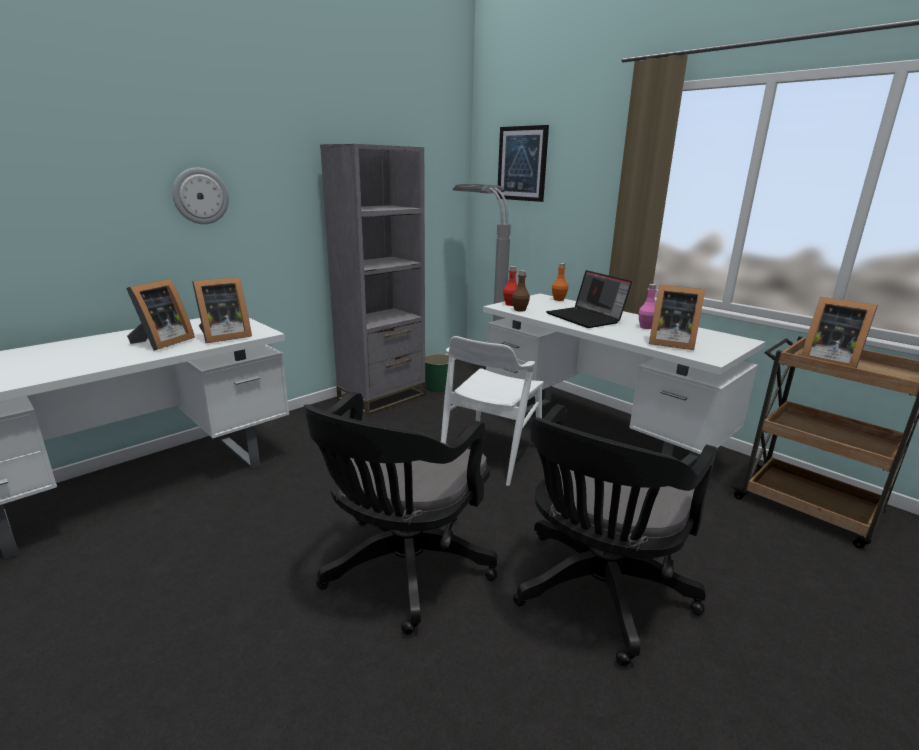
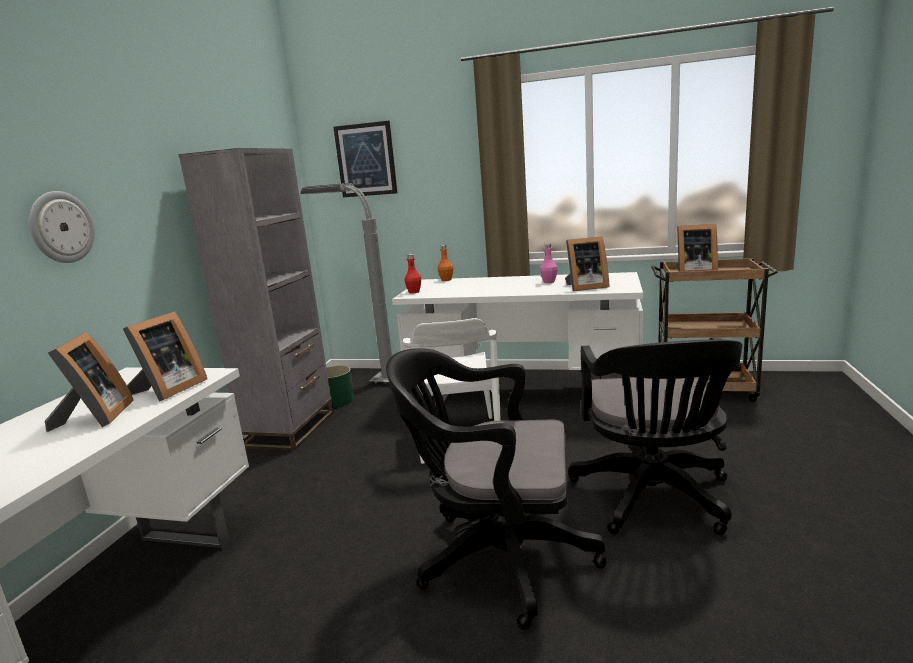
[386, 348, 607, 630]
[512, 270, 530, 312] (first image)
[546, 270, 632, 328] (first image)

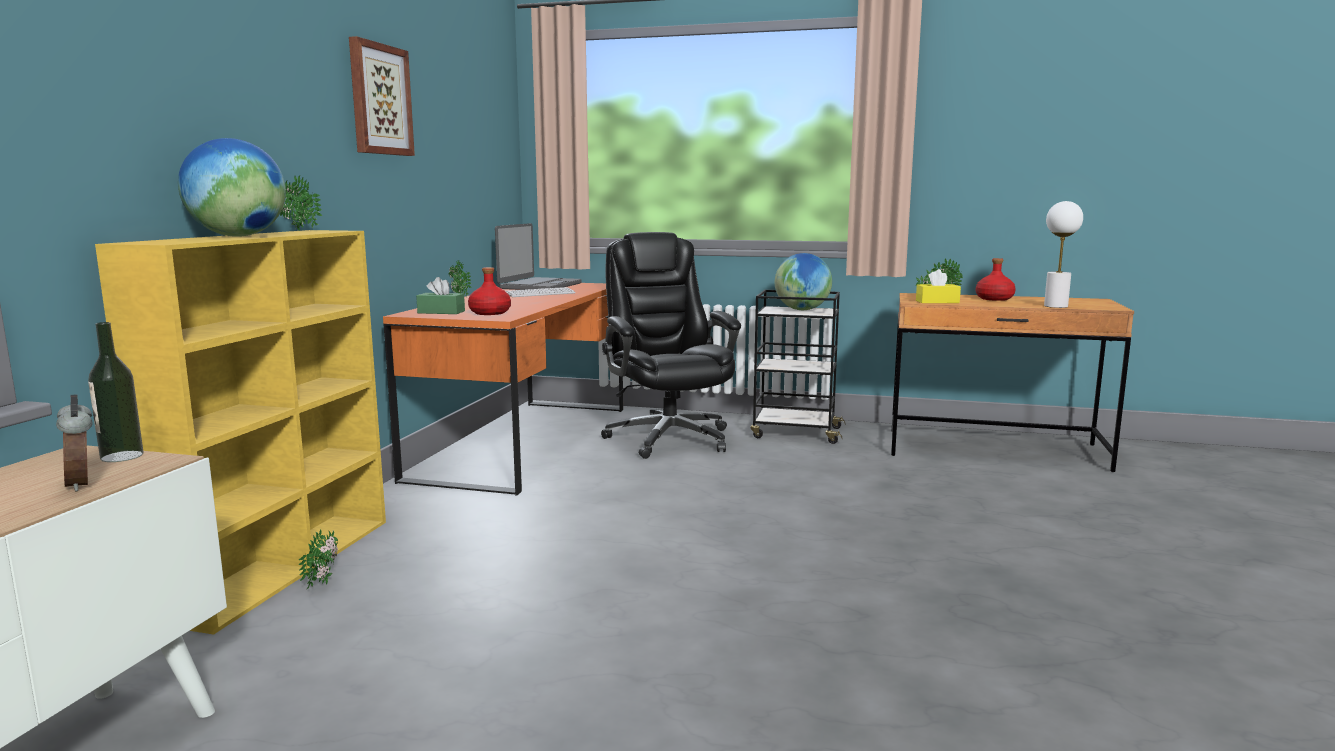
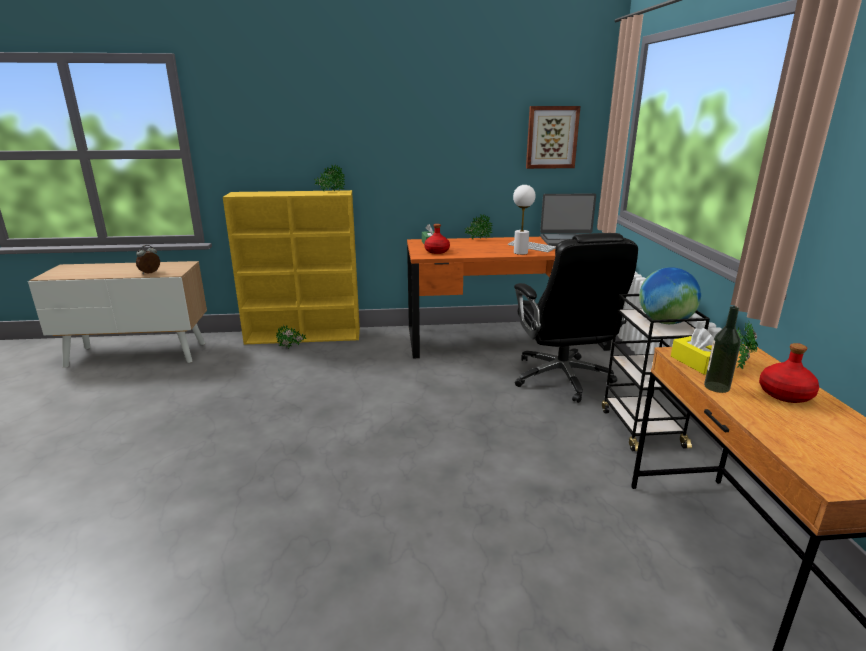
[513, 185, 536, 255]
[514, 233, 638, 403]
[526, 106, 581, 169]
[704, 306, 741, 393]
[178, 138, 286, 237] (first image)

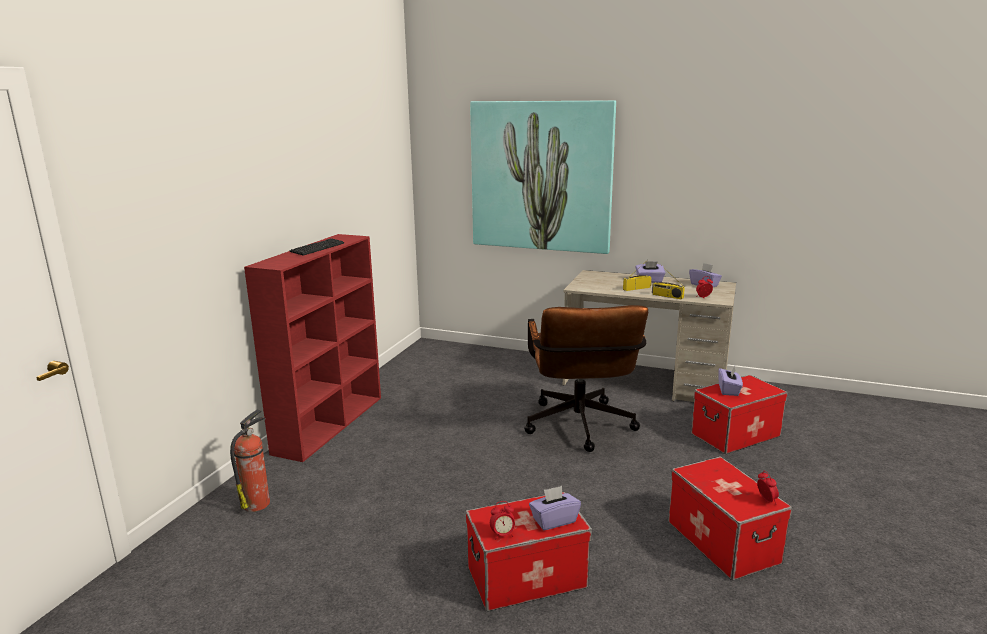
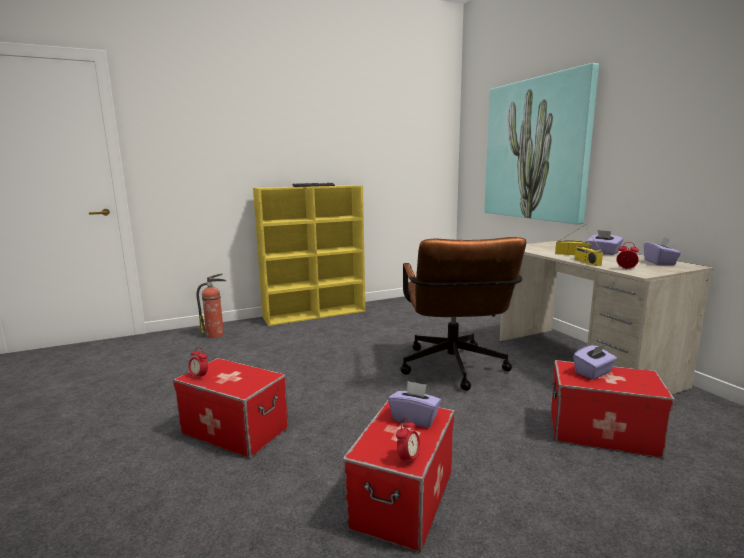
[253, 185, 365, 326]
[388, 381, 441, 427]
[400, 237, 526, 391]

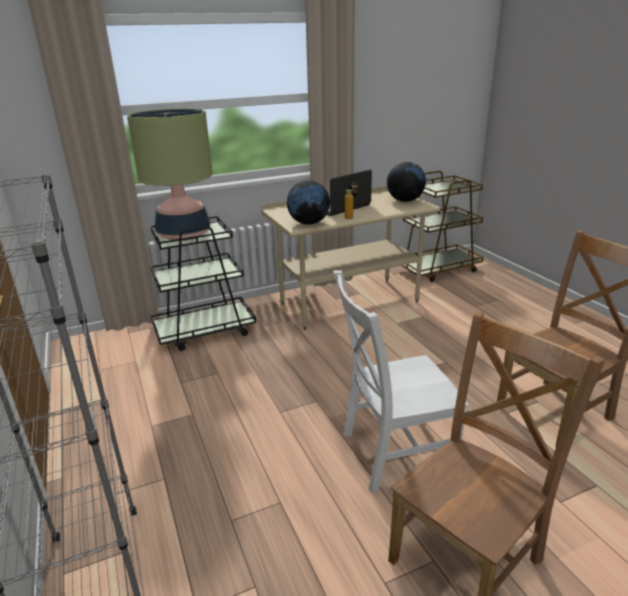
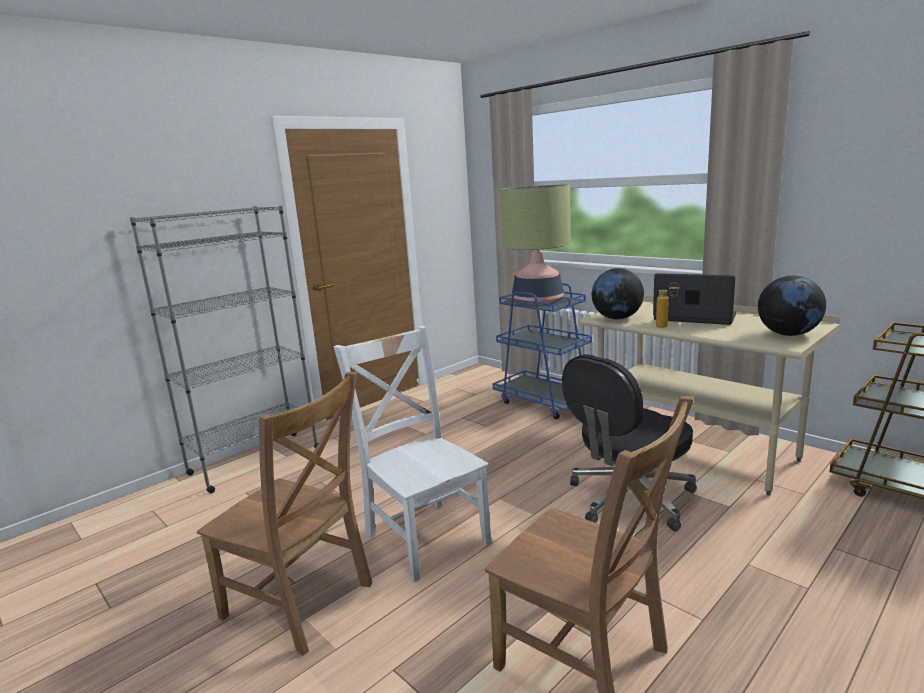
[493, 283, 592, 419]
[562, 354, 697, 531]

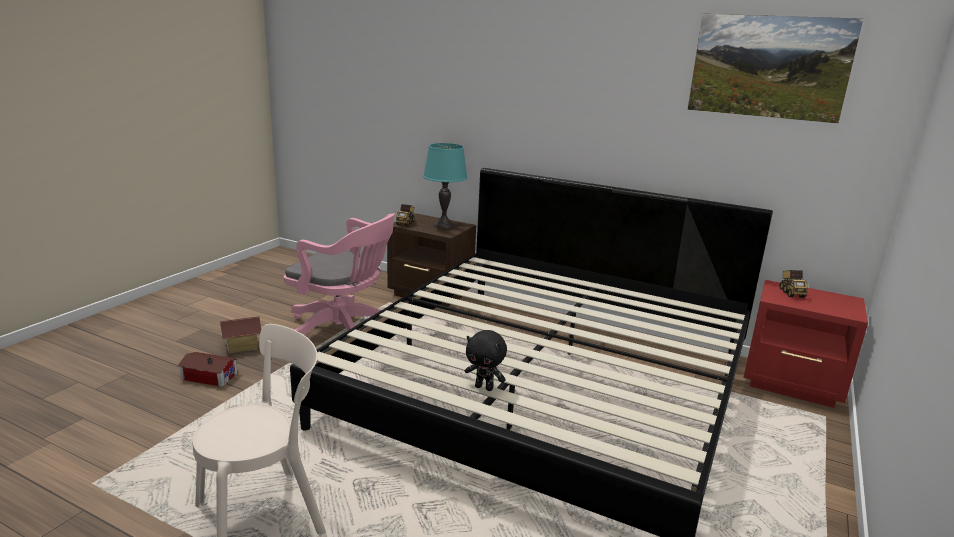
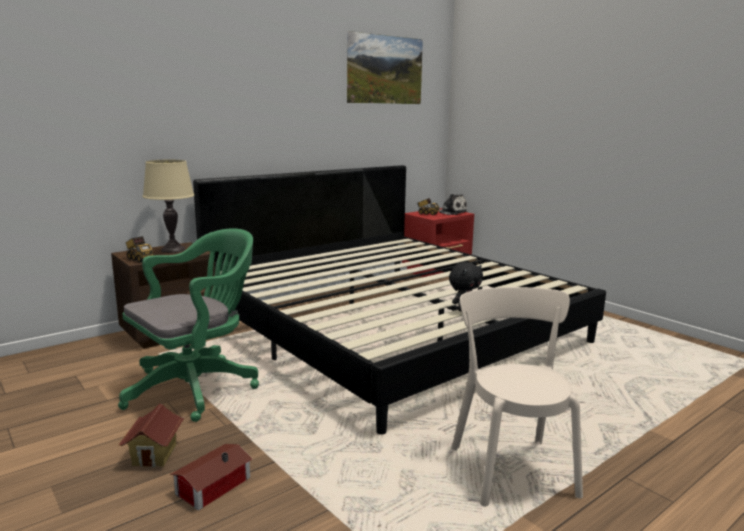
[118, 228, 259, 422]
[142, 160, 195, 253]
[439, 194, 467, 215]

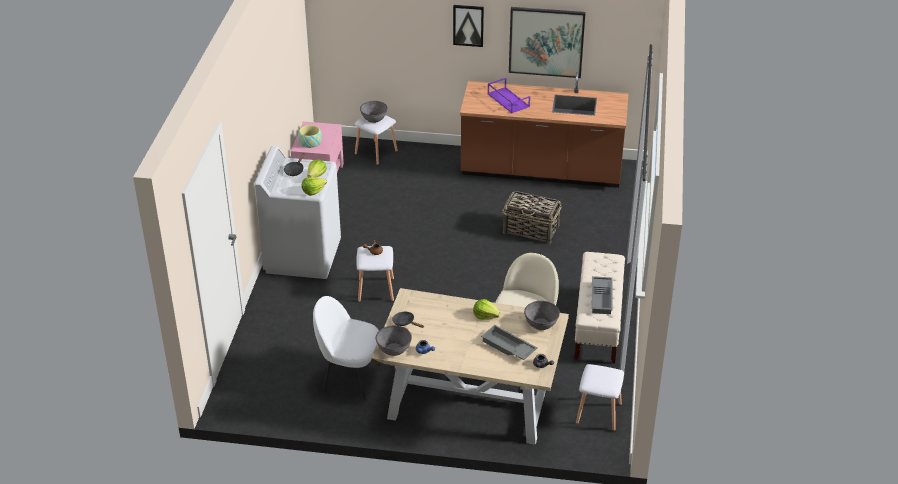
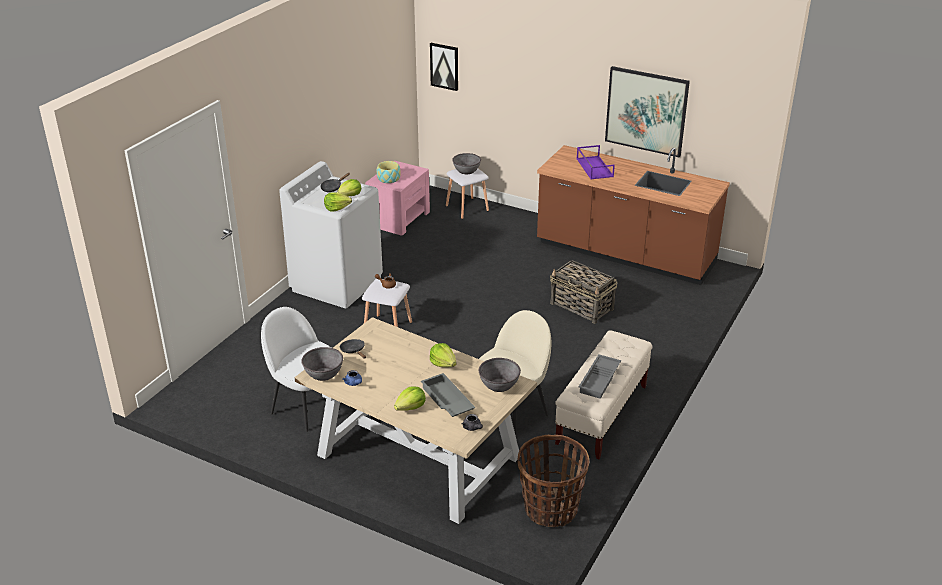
[394, 386, 426, 411]
[430, 43, 458, 91]
[517, 435, 589, 527]

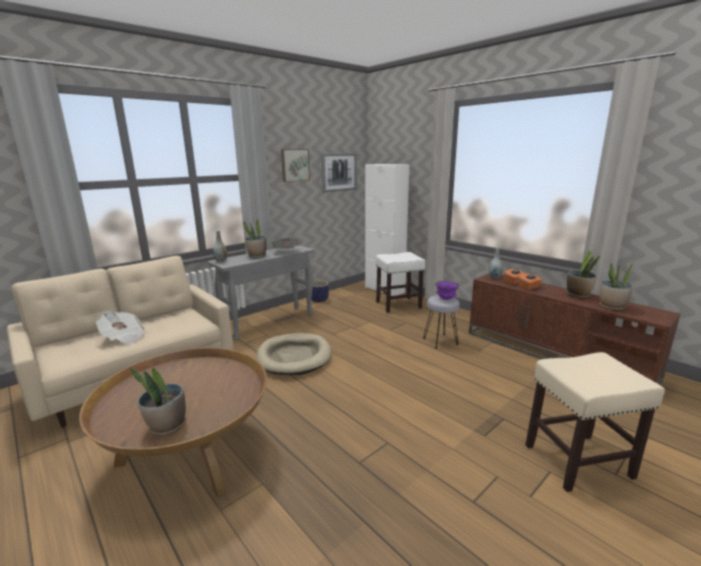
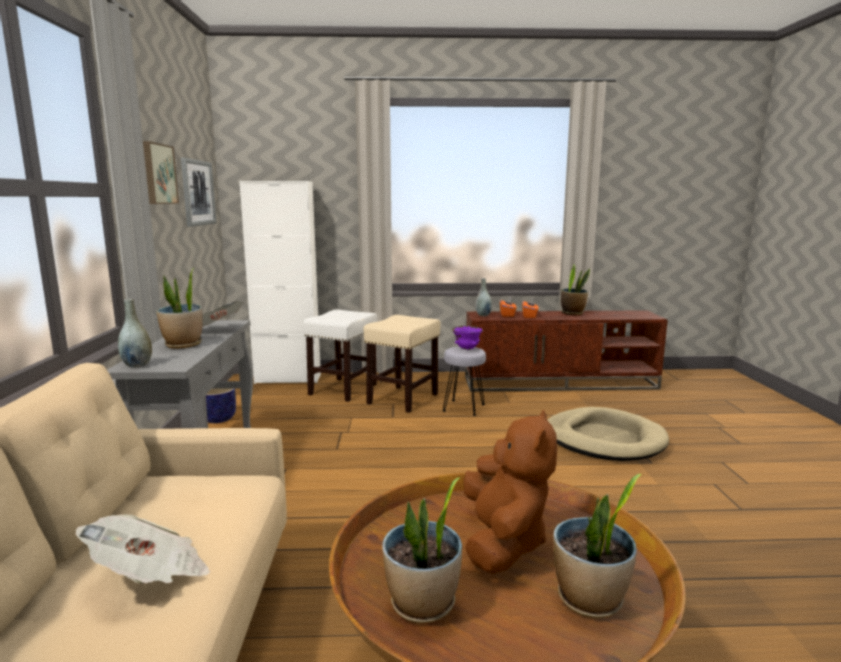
[363, 315, 441, 413]
[382, 477, 462, 624]
[463, 410, 557, 574]
[547, 407, 669, 461]

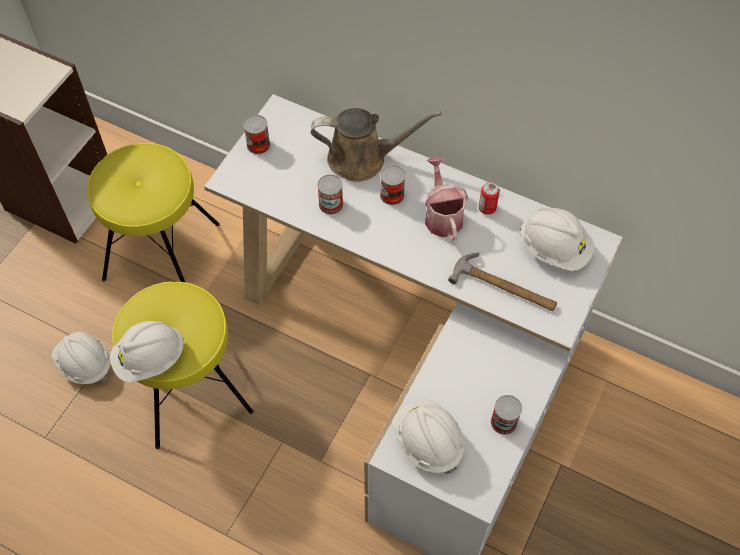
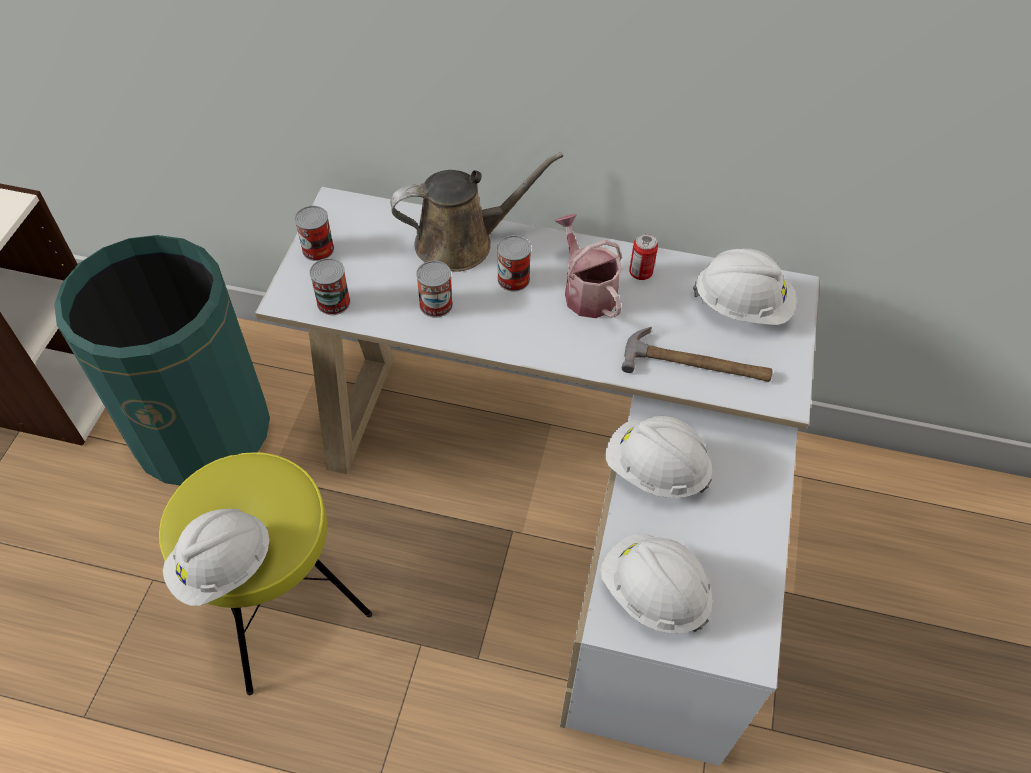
[54, 235, 270, 485]
[309, 258, 351, 315]
[605, 416, 712, 498]

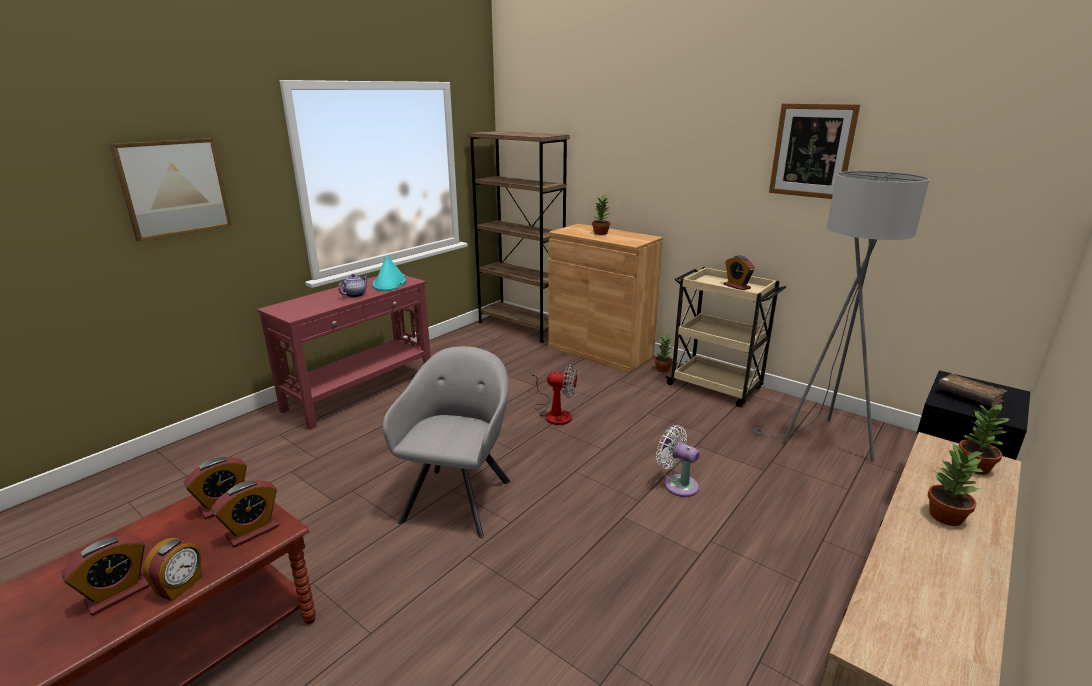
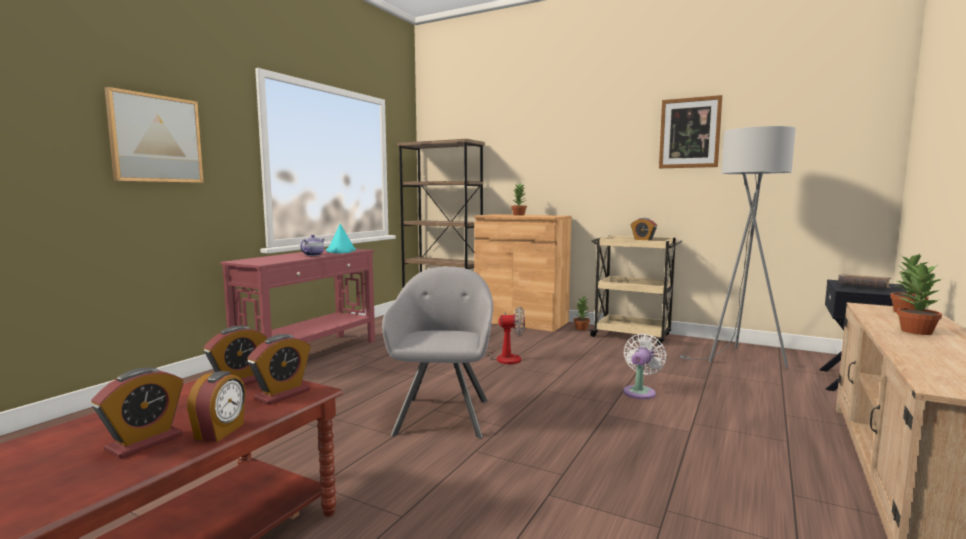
[623, 333, 666, 399]

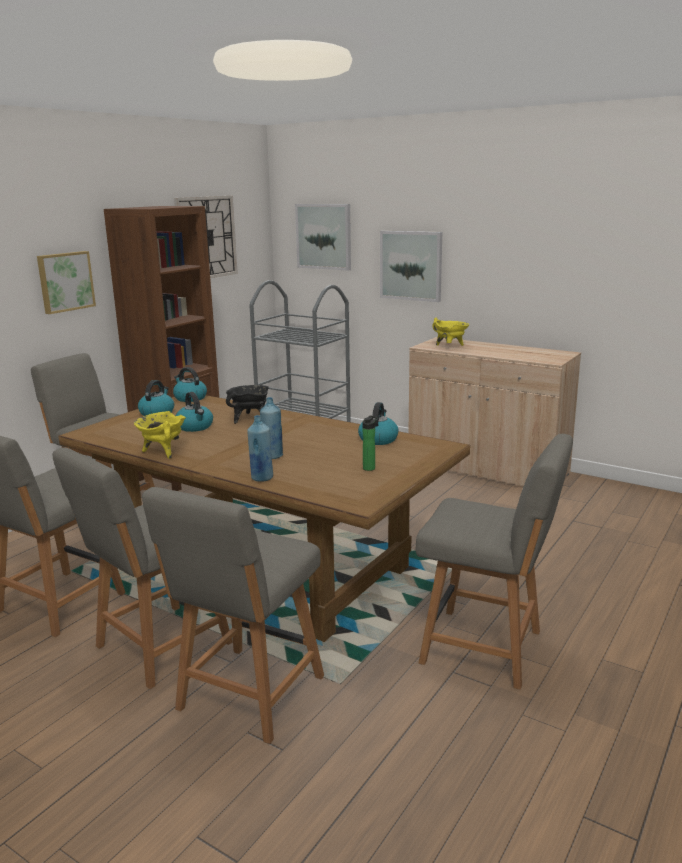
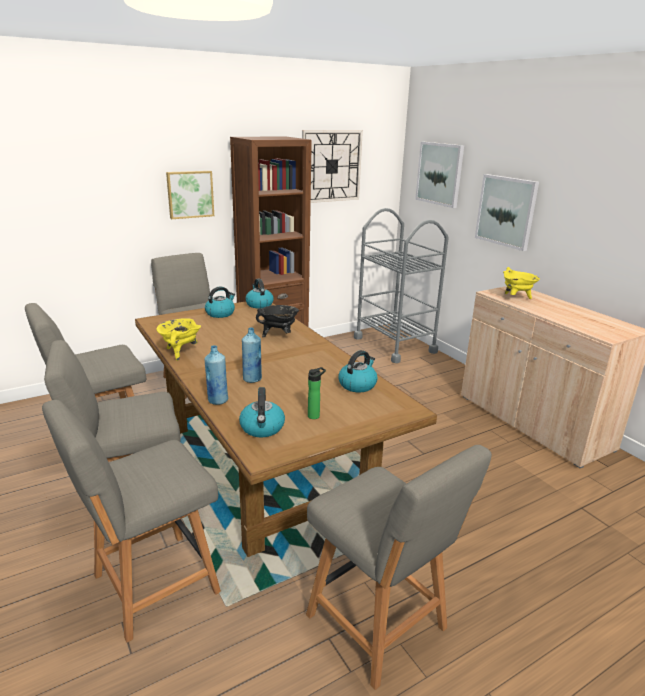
[239, 387, 285, 437]

